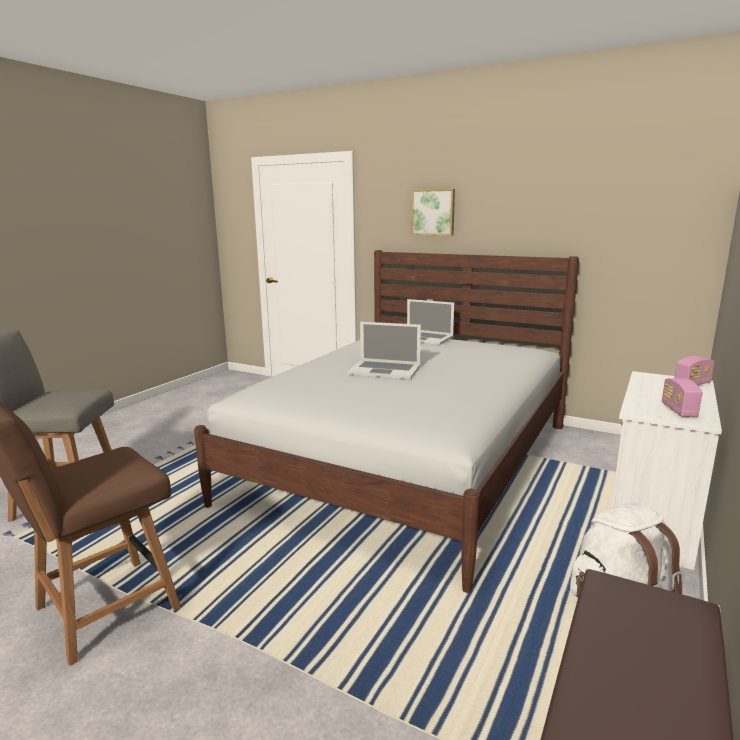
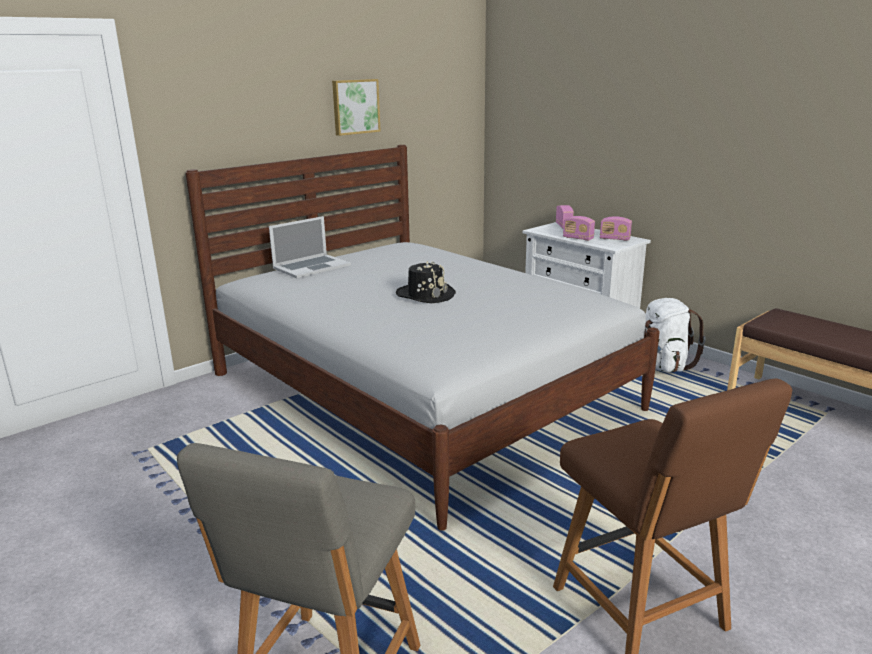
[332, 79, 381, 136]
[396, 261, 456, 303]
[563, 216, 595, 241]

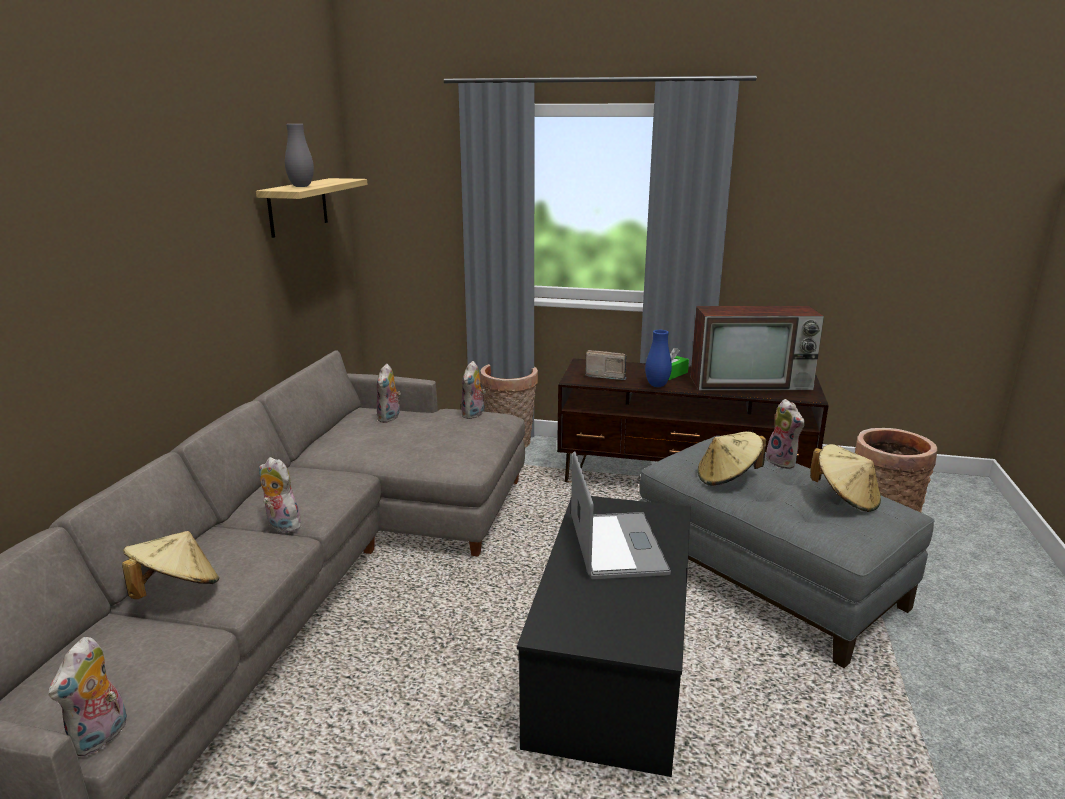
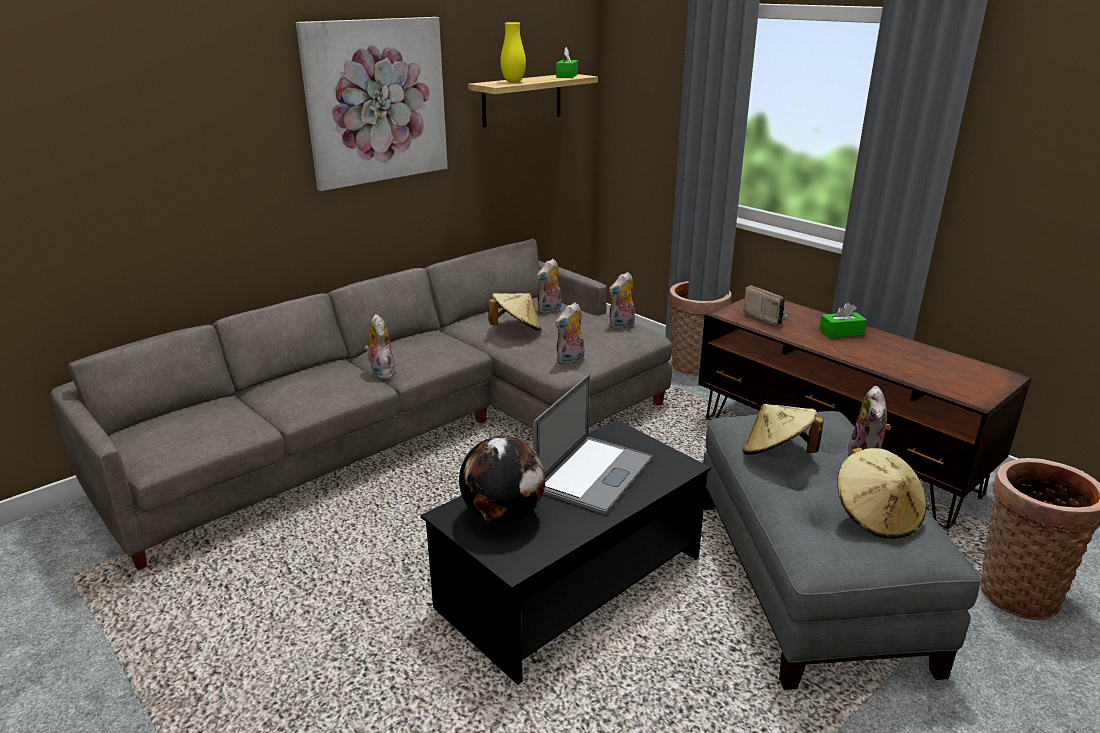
[296, 17, 448, 191]
[459, 436, 545, 524]
[488, 293, 541, 330]
[500, 22, 526, 83]
[555, 302, 584, 365]
[556, 47, 578, 78]
[645, 330, 672, 387] (first image)
[691, 306, 824, 391] (first image)

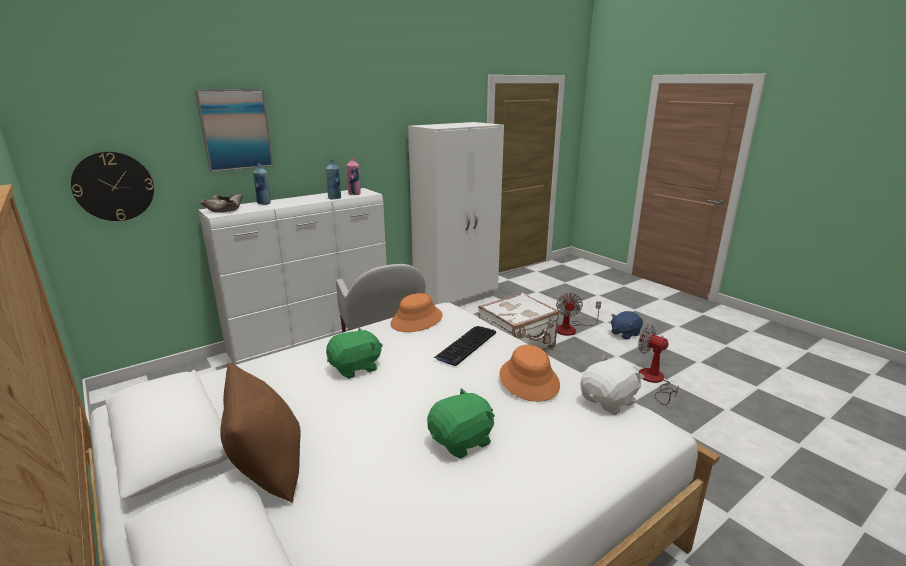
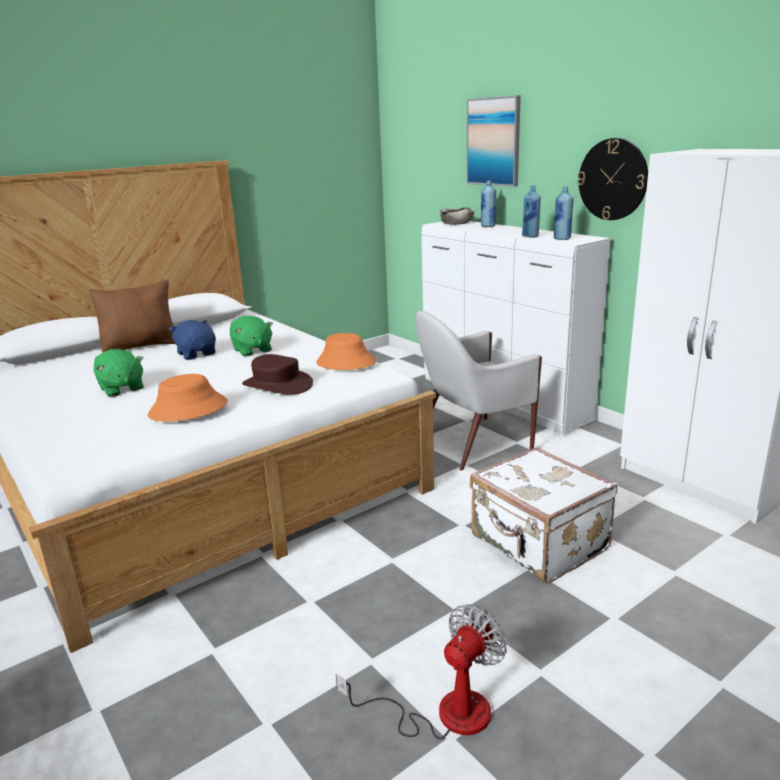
[169, 320, 216, 360]
[242, 354, 313, 395]
[553, 186, 574, 240]
[577, 138, 648, 220]
[556, 293, 601, 336] (first image)
[580, 355, 645, 415] (first image)

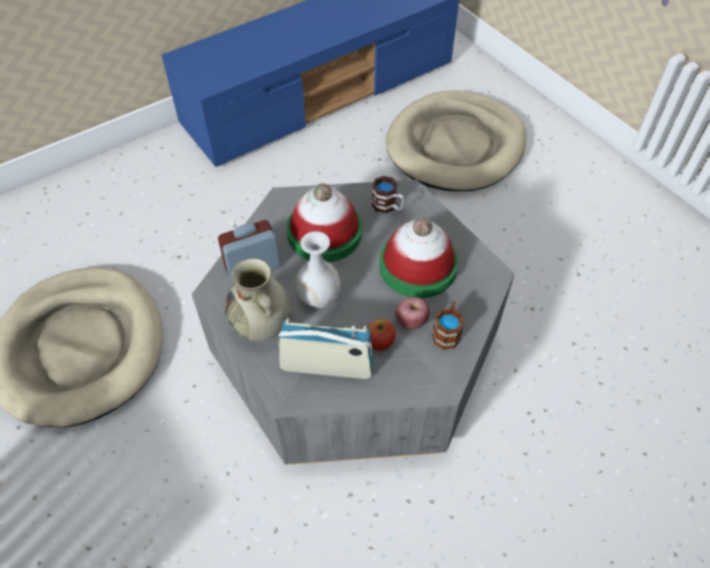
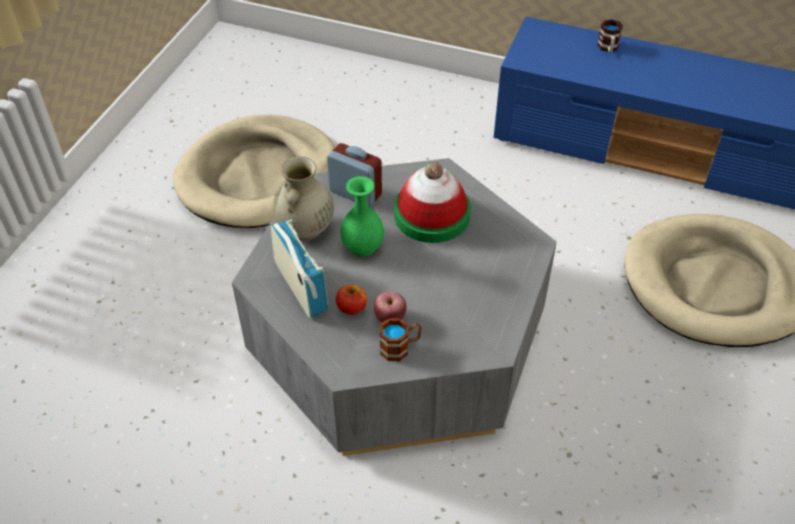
[340, 176, 384, 257]
[597, 19, 623, 53]
[379, 217, 458, 298] (first image)

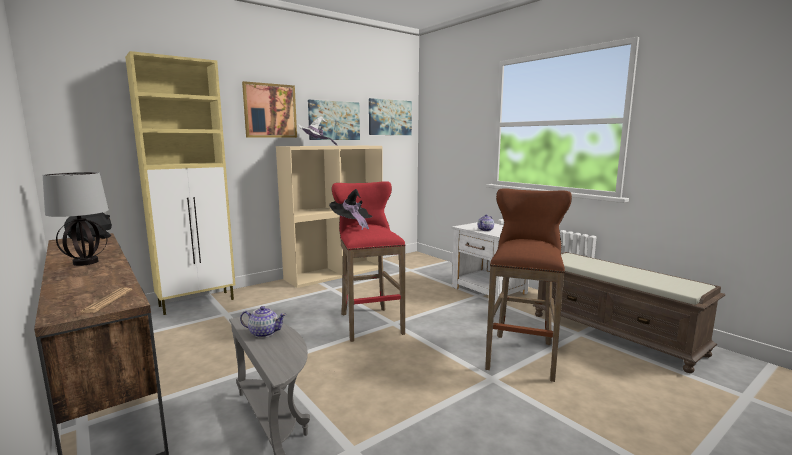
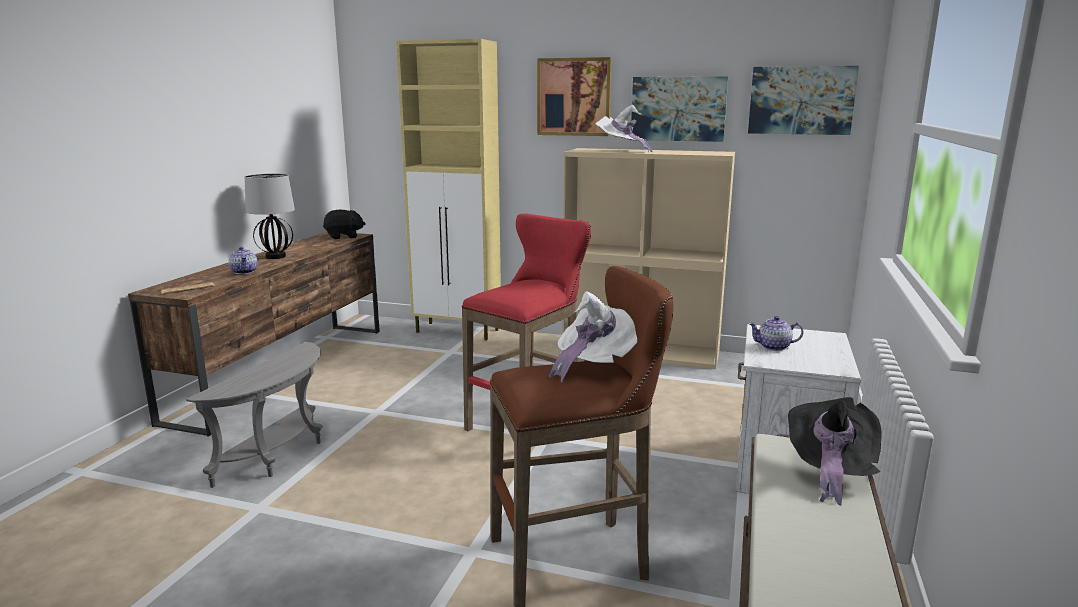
[229, 247, 258, 274]
[549, 291, 637, 382]
[788, 397, 882, 505]

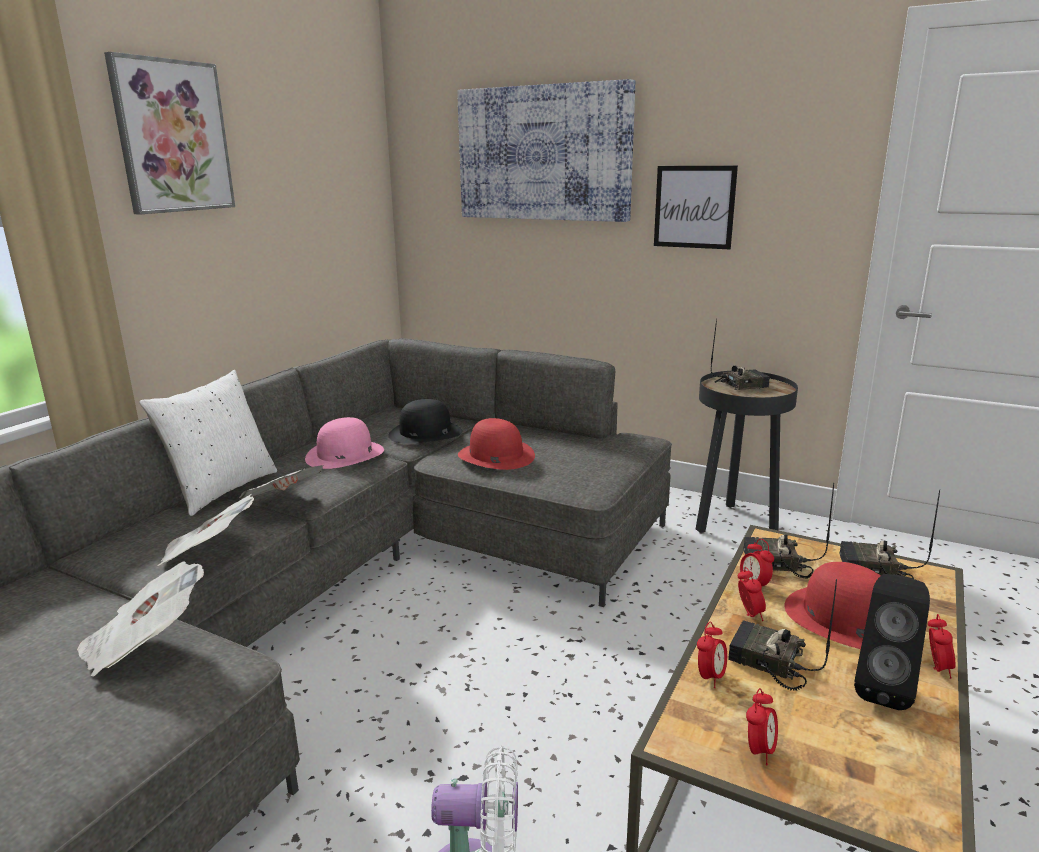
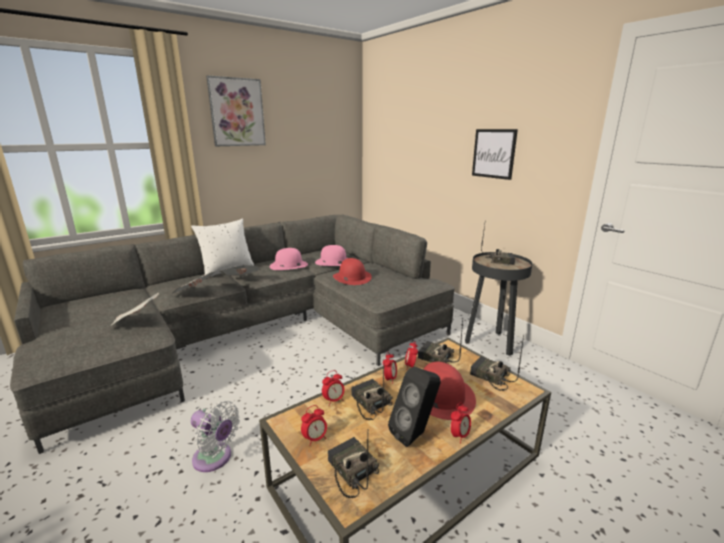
[315, 245, 347, 266]
[328, 432, 379, 498]
[457, 79, 635, 222] (first image)

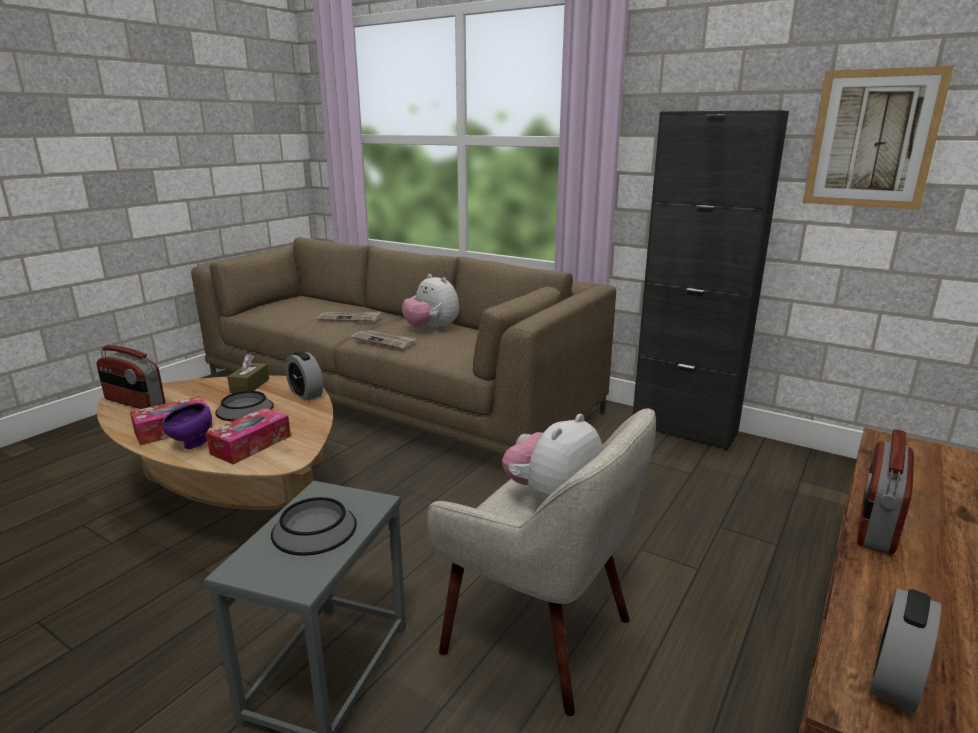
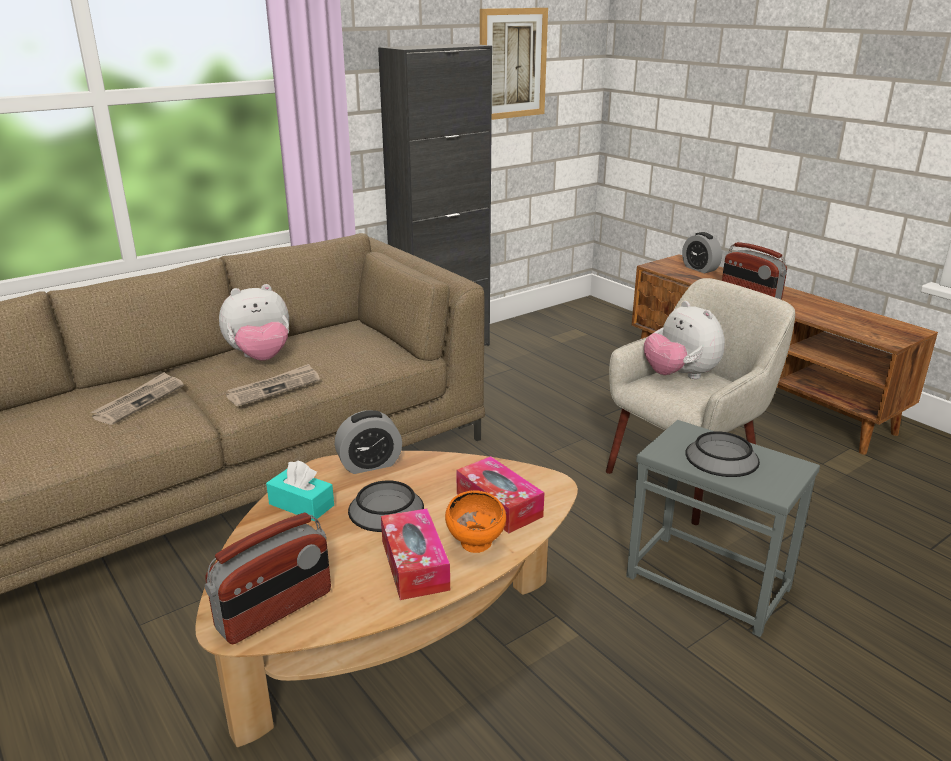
[266, 460, 334, 521]
[445, 490, 506, 553]
[682, 232, 722, 273]

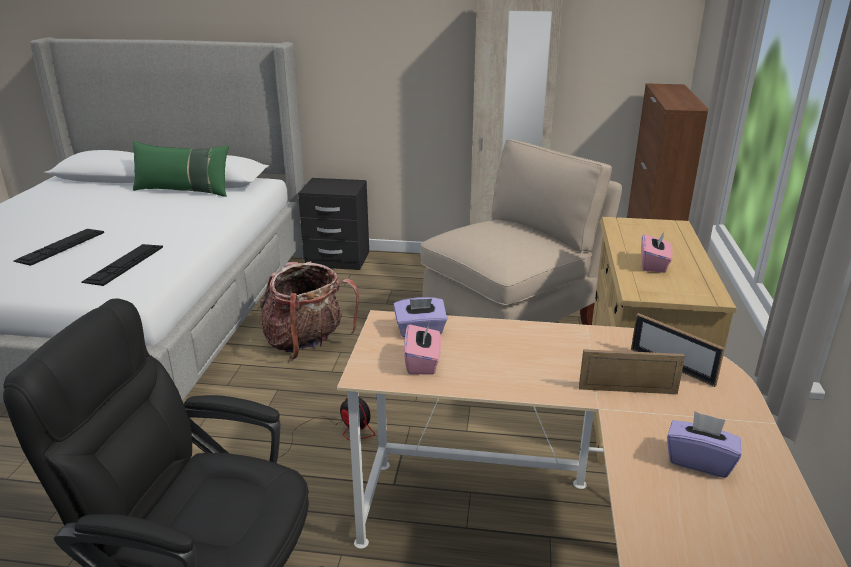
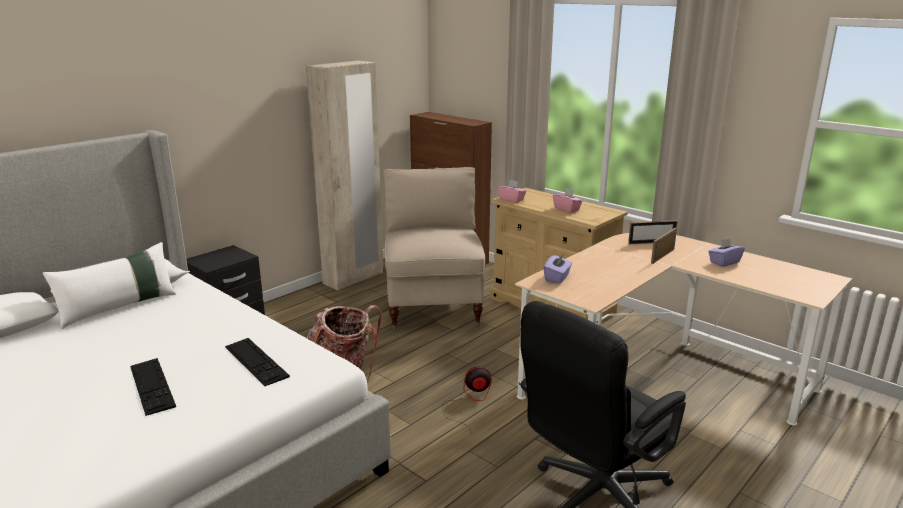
[42, 242, 176, 329]
[498, 180, 526, 203]

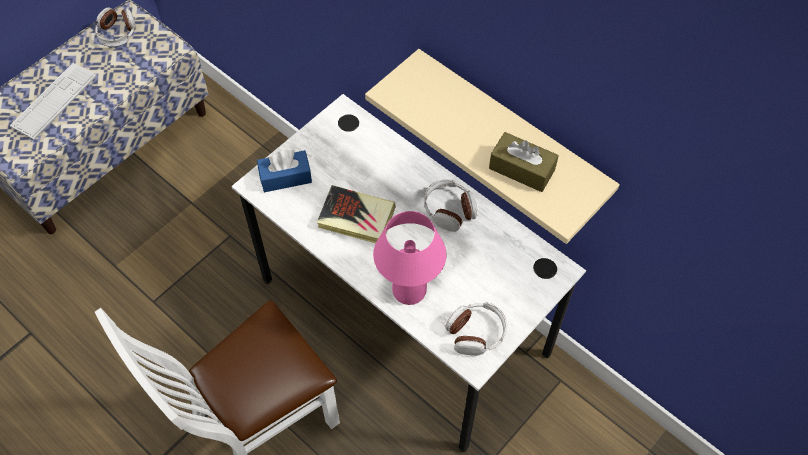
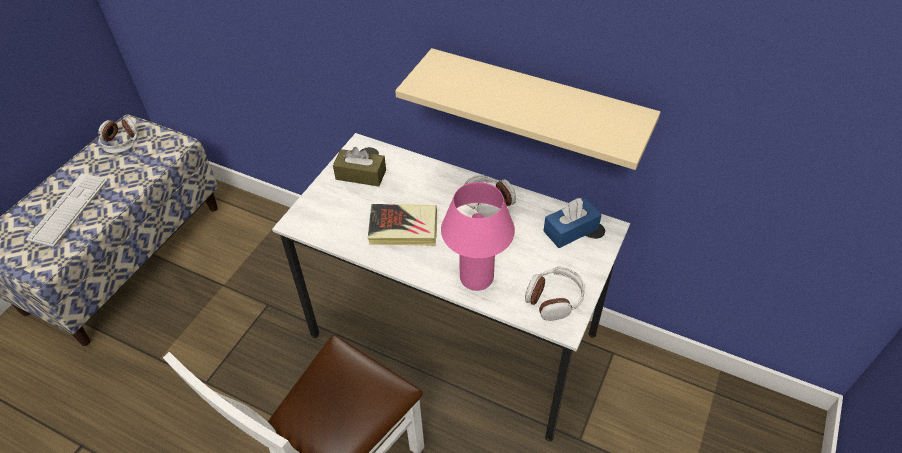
[333, 147, 386, 186]
[544, 198, 602, 248]

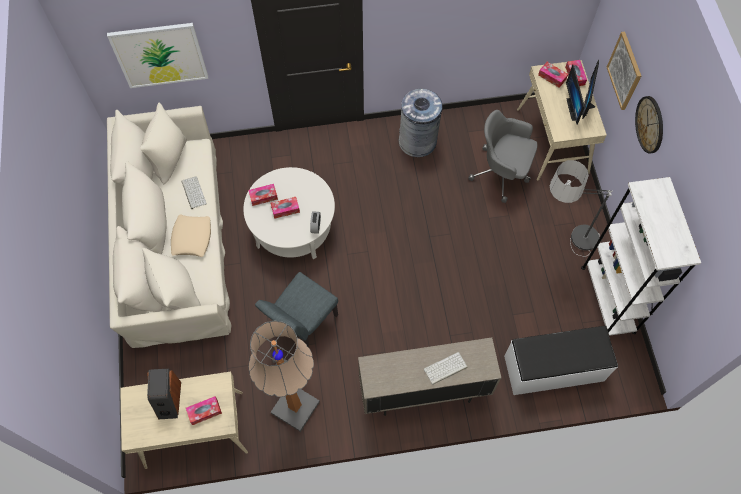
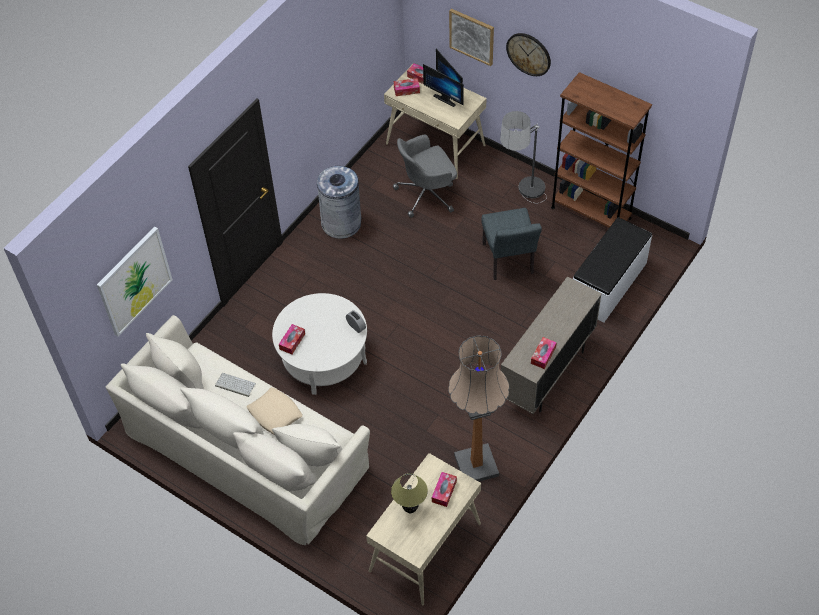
[391, 473, 428, 513]
[481, 208, 542, 280]
[531, 337, 557, 369]
[551, 72, 652, 228]
[424, 352, 468, 385] (first image)

